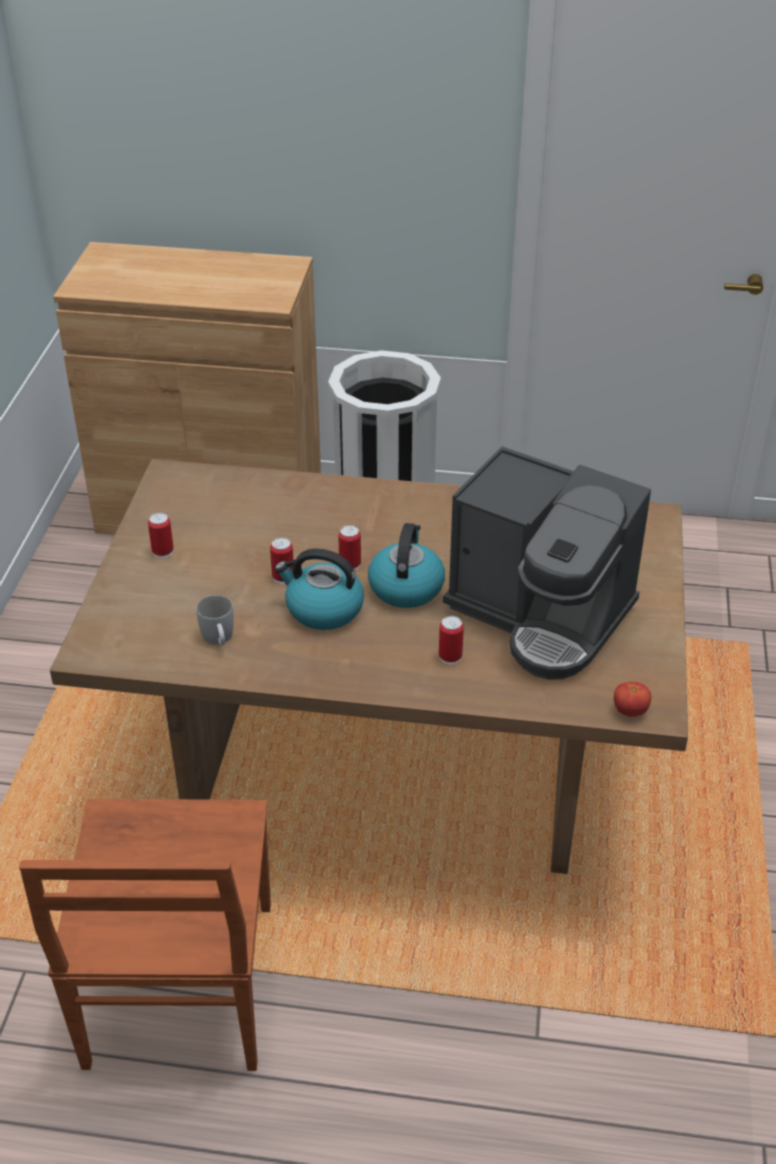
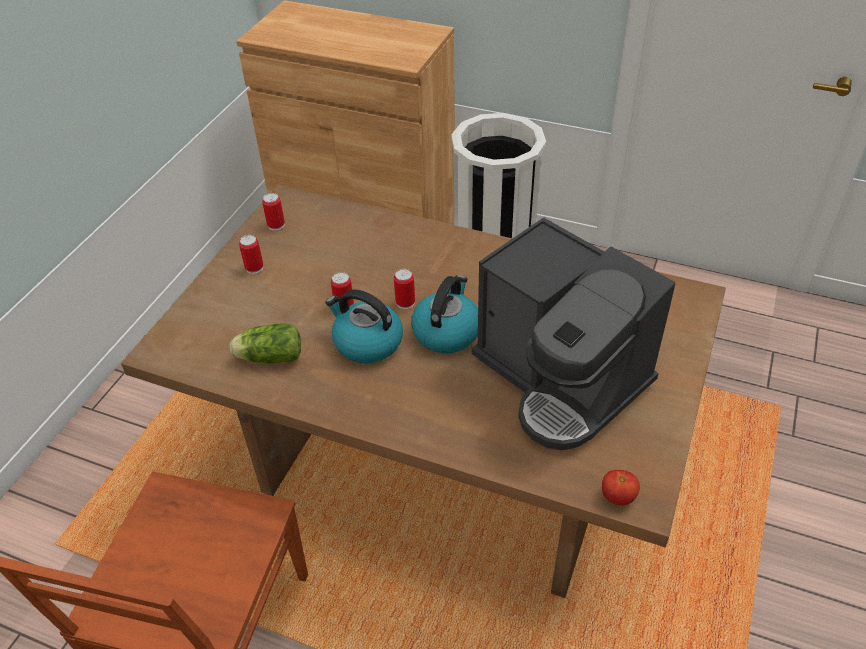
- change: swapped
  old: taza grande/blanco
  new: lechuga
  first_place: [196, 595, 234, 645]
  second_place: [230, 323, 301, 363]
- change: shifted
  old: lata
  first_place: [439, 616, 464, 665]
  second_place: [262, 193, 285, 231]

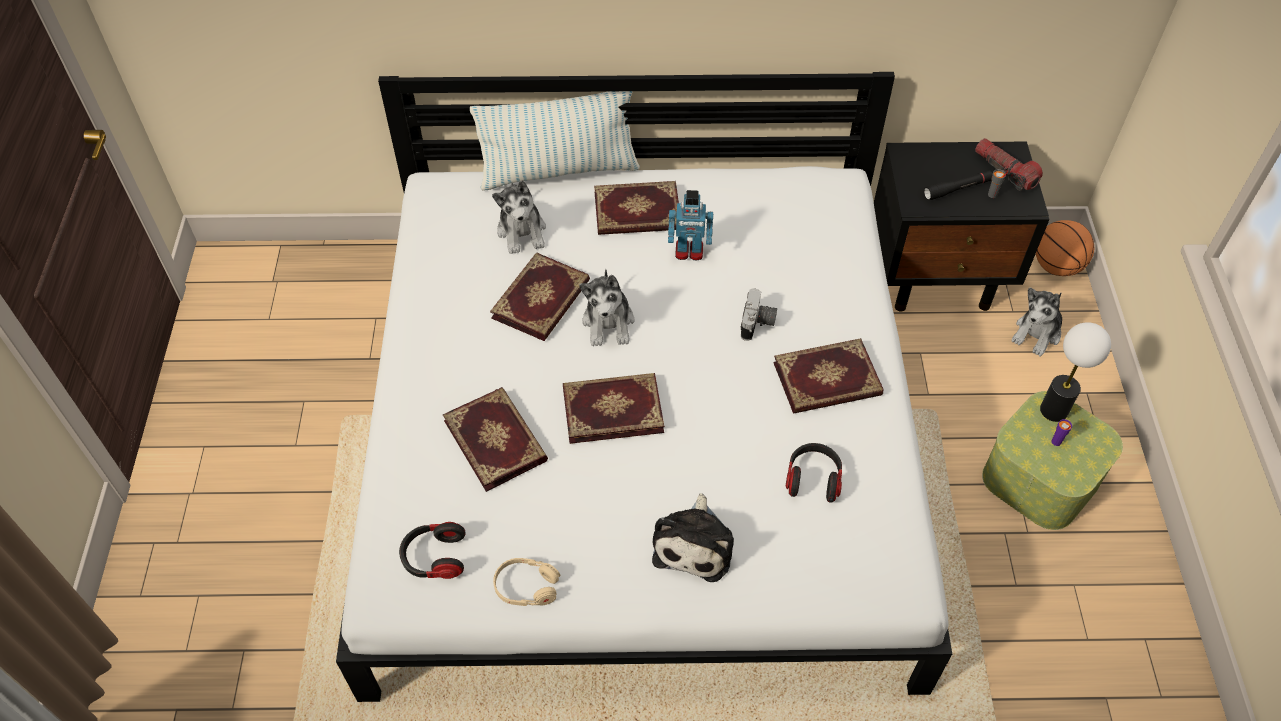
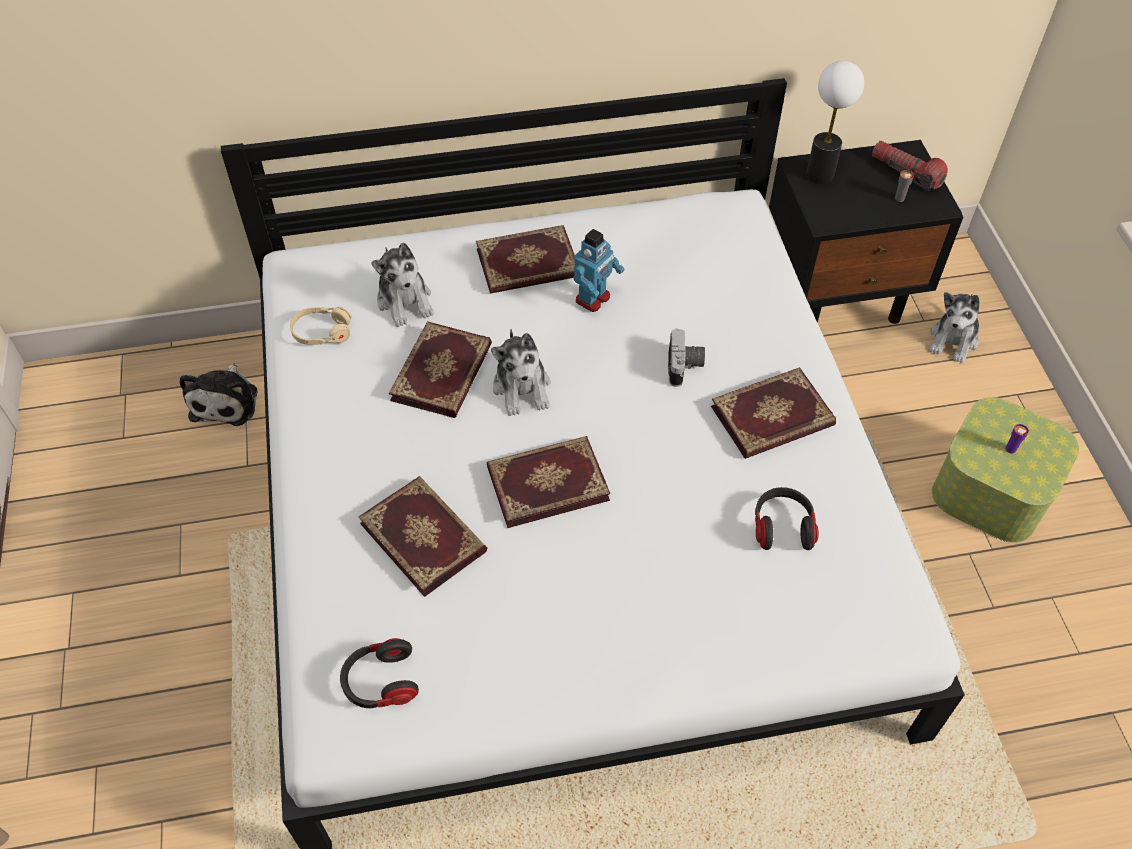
- change: gone
  old: cojín
  first_place: [470, 91, 640, 190]
- change: gone
  old: linterna/negro
  first_place: [924, 170, 993, 200]
- change: rotated
  old: robot de juguete
  first_place: [668, 190, 713, 261]
  second_place: [574, 229, 624, 312]
  degrees: -45
- change: gone
  old: balón de baloncesto
  first_place: [1036, 220, 1094, 276]
- change: shifted
  old: lámpara de mesa
  first_place: [1040, 322, 1111, 422]
  second_place: [806, 61, 864, 184]
- change: shifted
  old: peluche
  first_place: [652, 493, 734, 582]
  second_place: [180, 363, 257, 426]
- change: shifted
  old: auriculares/beis
  first_place: [493, 558, 560, 606]
  second_place: [290, 307, 352, 345]

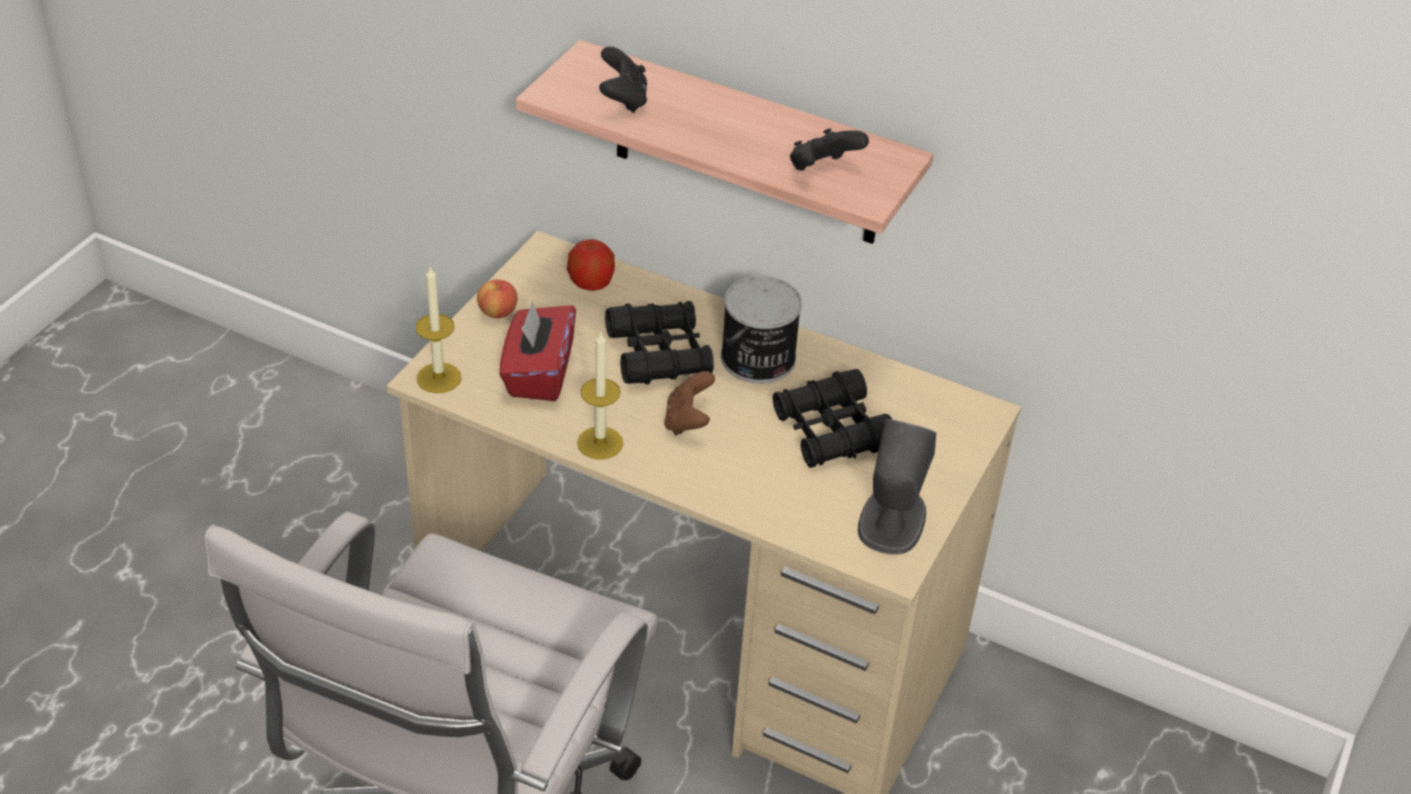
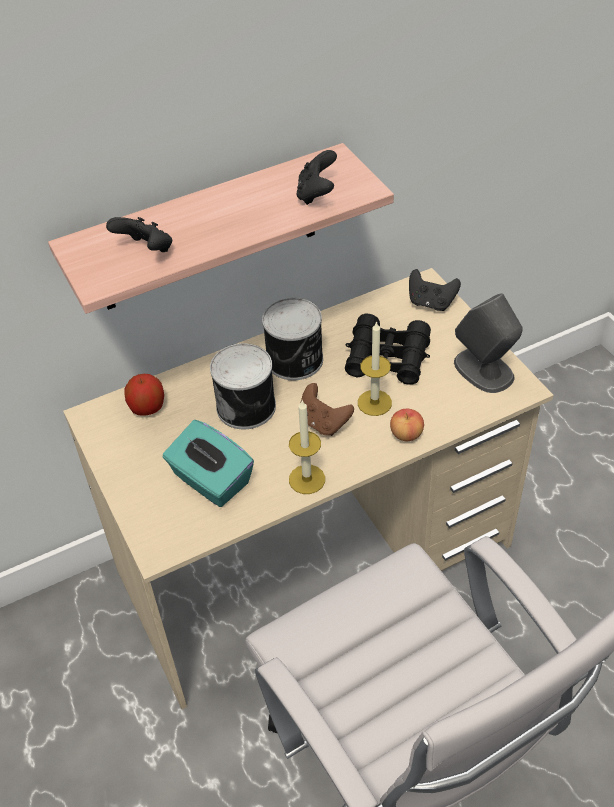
- change: shifted
  old: vela
  first_place: [416, 266, 461, 393]
  second_place: [358, 321, 392, 416]
- change: shifted
  old: manzana
  first_place: [477, 280, 518, 318]
  second_place: [390, 409, 424, 441]
- change: repainted
  old: caja de pañuelos/rojo
  new: caja de pañuelos/turquesa
  first_place: [499, 301, 576, 401]
  second_place: [163, 420, 254, 507]
- change: swapped
  old: prismáticos/negro
  new: lata
  first_place: [605, 301, 714, 385]
  second_place: [210, 343, 276, 429]
- change: new
  new: mando de consola/negro
  second_place: [409, 269, 461, 311]

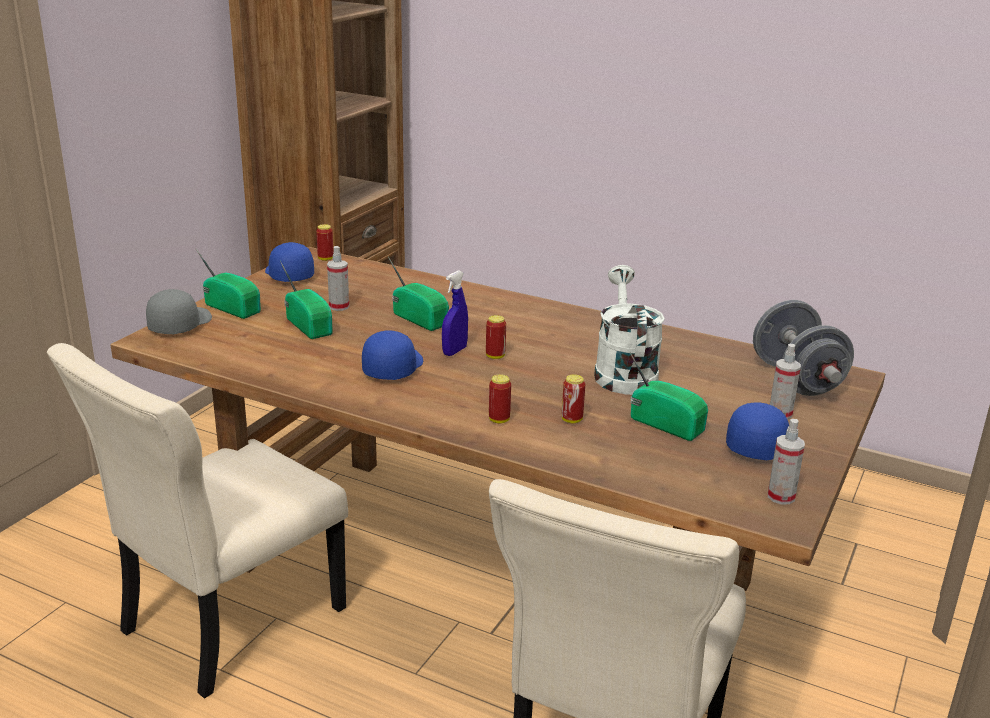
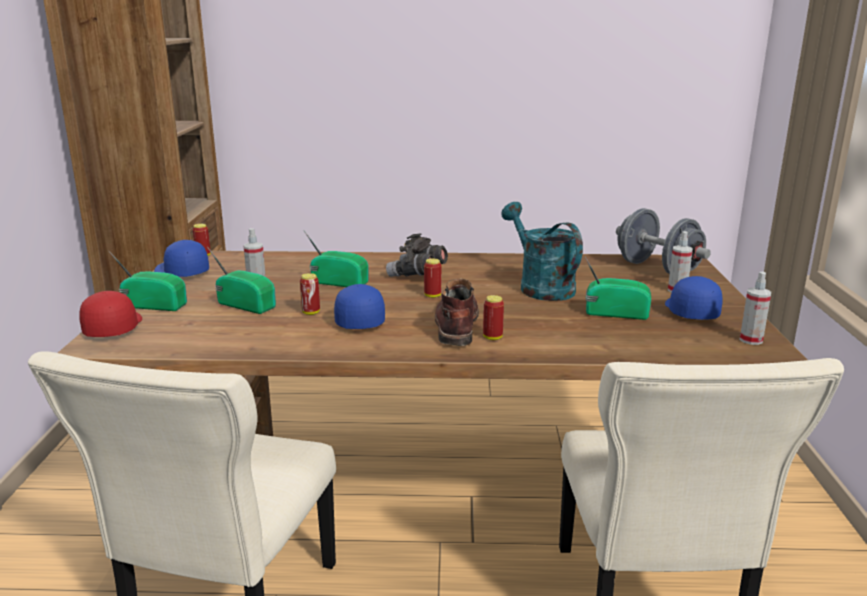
- change: repainted
  old: regadera/blanco
  new: regadera/turquesa
  first_place: [594, 265, 665, 395]
  second_place: [501, 202, 583, 301]
- change: gone
  old: pulverizador/azul
  first_place: [442, 270, 468, 356]
- change: repainted
  old: gorra/gris
  new: gorra/rojo
  first_place: [146, 289, 212, 334]
  second_place: [79, 291, 142, 337]
- change: shifted
  old: lata
  first_place: [562, 375, 585, 423]
  second_place: [300, 273, 320, 315]
- change: new
  new: prismáticos/gris
  second_place: [386, 233, 448, 277]
- change: new
  new: bota/marrón
  second_place: [435, 279, 479, 346]

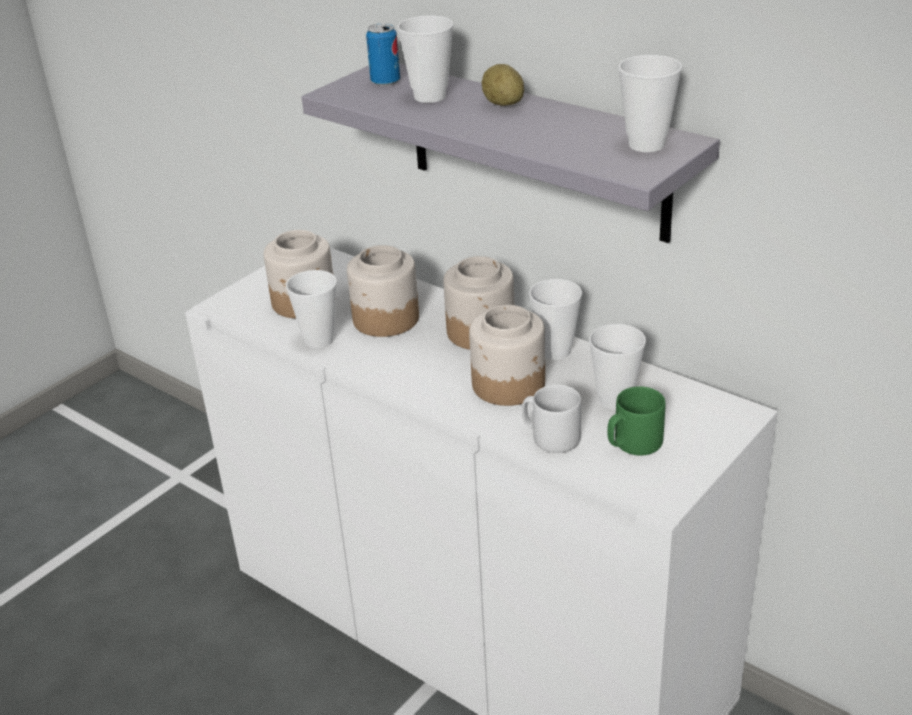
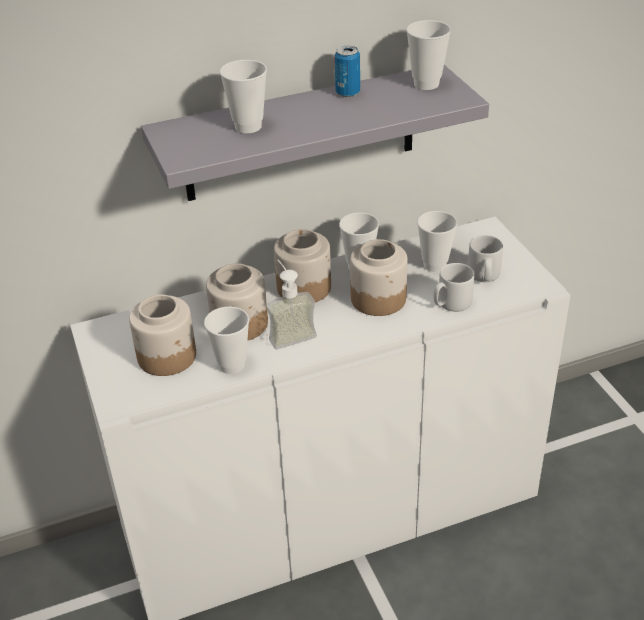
- change: shifted
  old: lata
  first_place: [366, 23, 400, 86]
  second_place: [335, 46, 360, 97]
- change: gone
  old: patata
  first_place: [482, 64, 524, 106]
- change: repainted
  old: taza grande/verde
  new: taza grande/gris
  first_place: [607, 386, 666, 455]
  second_place: [468, 235, 503, 282]
- change: new
  new: dispensador de jabón
  second_place: [266, 260, 317, 349]

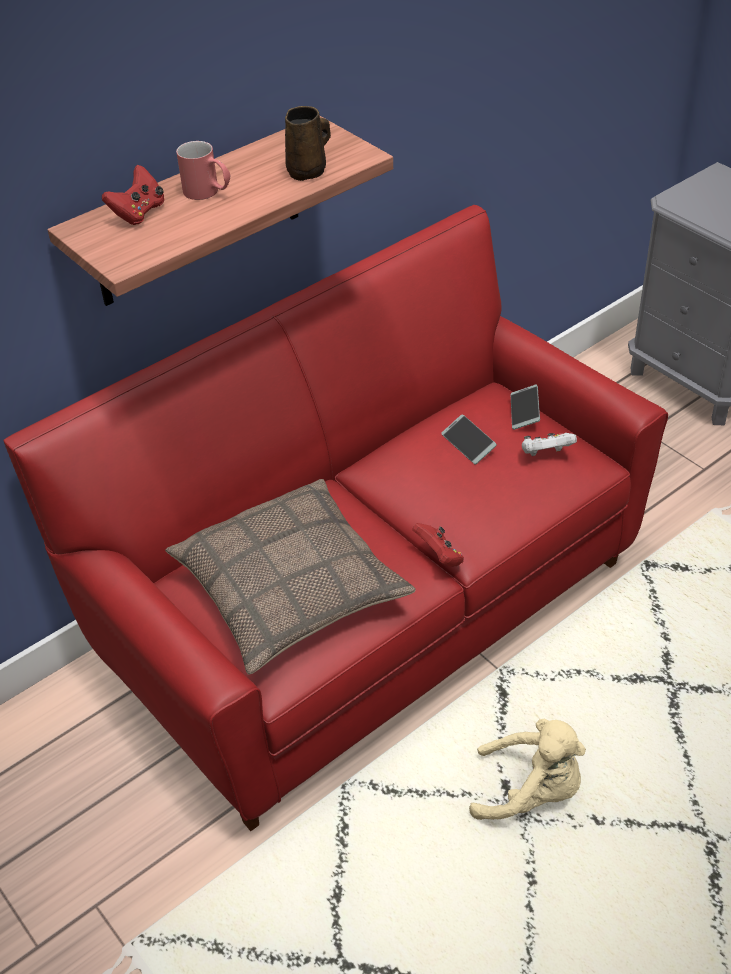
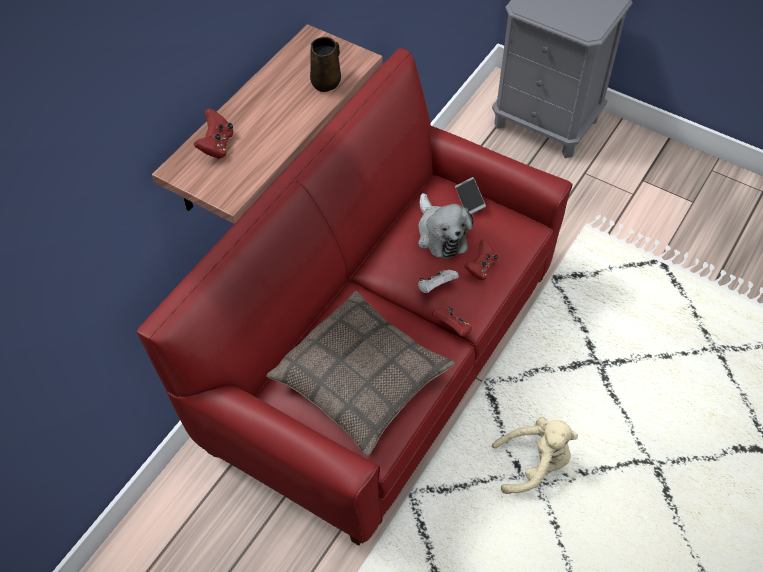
- change: gone
  old: taza grande/rojo
  first_place: [176, 141, 230, 200]
- change: swapped
  old: móvil
  new: peluche
  first_place: [441, 415, 497, 465]
  second_place: [418, 193, 474, 259]
- change: shifted
  old: mando de consola/blanco
  first_place: [522, 433, 577, 456]
  second_place: [418, 270, 459, 293]
- change: new
  new: mando de consola/rojo
  second_place: [465, 240, 498, 281]

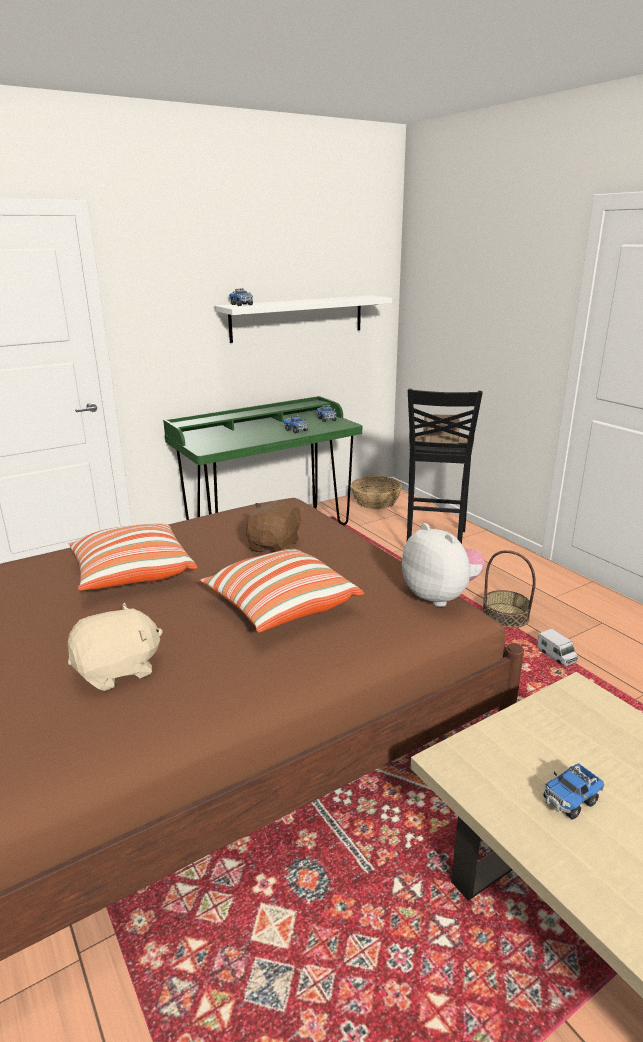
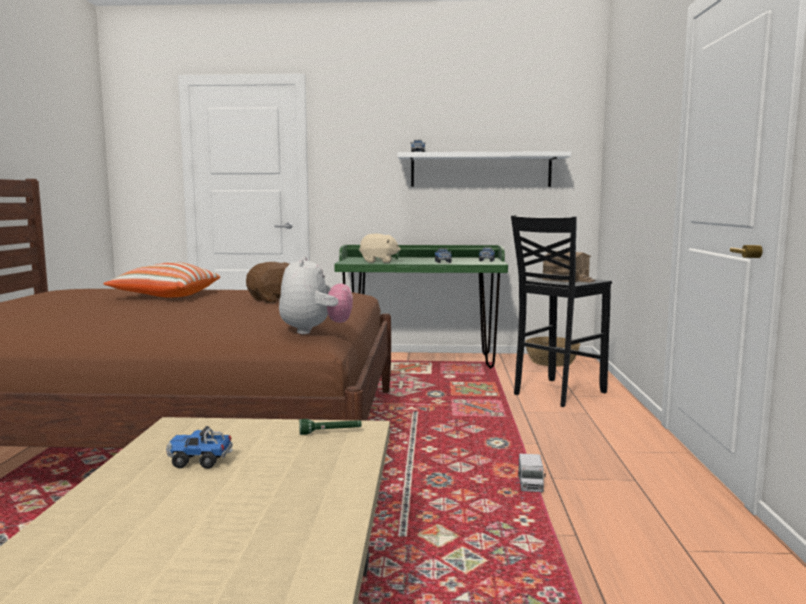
- change: gone
  old: cojín
  first_place: [200, 549, 364, 632]
- change: gone
  old: cesta
  first_place: [482, 550, 536, 628]
- change: shifted
  old: peluche/beis
  first_place: [67, 603, 163, 691]
  second_place: [359, 234, 401, 263]
- change: new
  new: linterna/verde
  second_place: [299, 419, 362, 435]

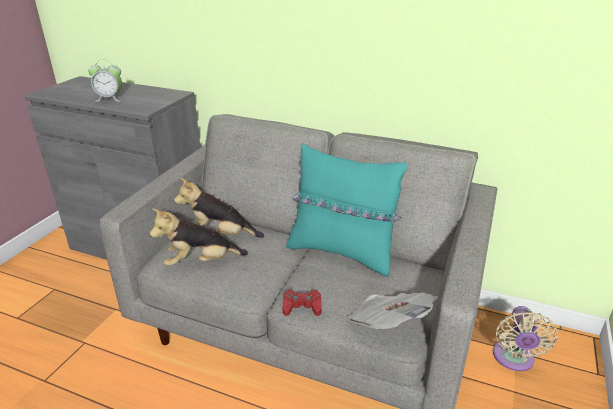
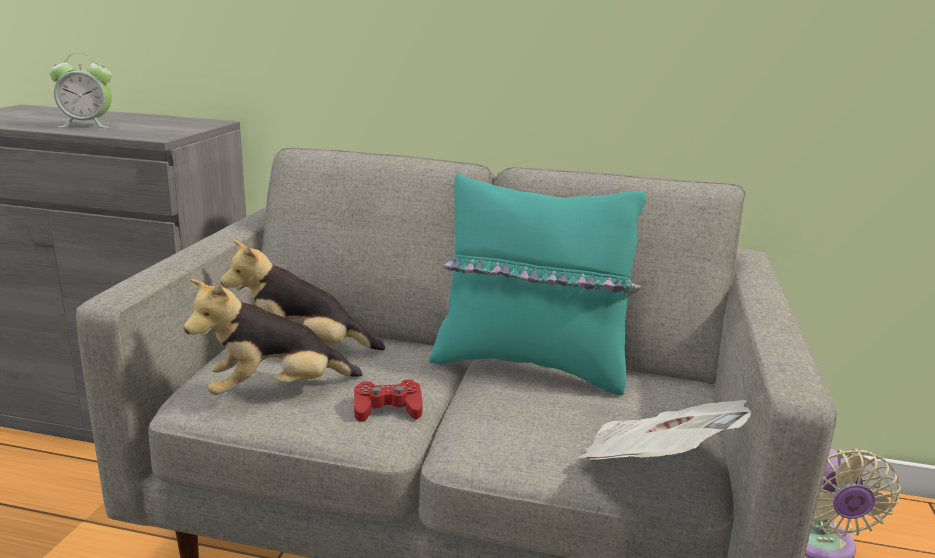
- change: shifted
  old: mando de consola/rojo
  first_place: [283, 290, 322, 316]
  second_place: [354, 380, 423, 422]

